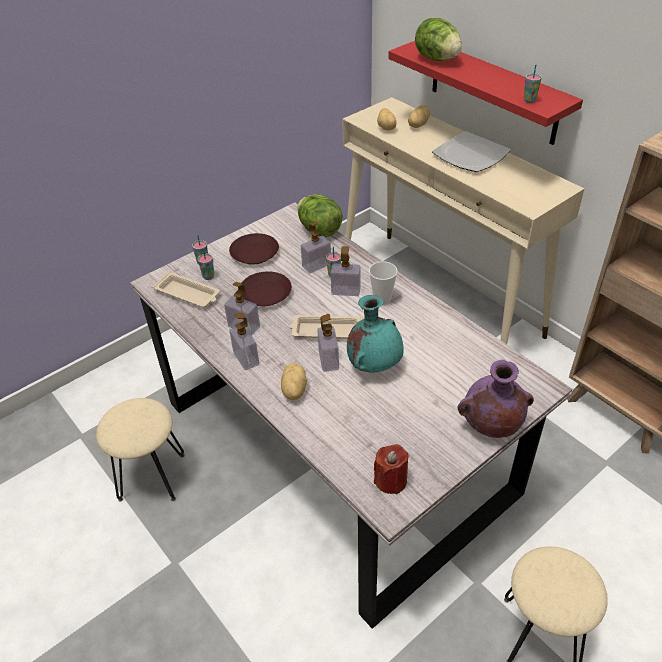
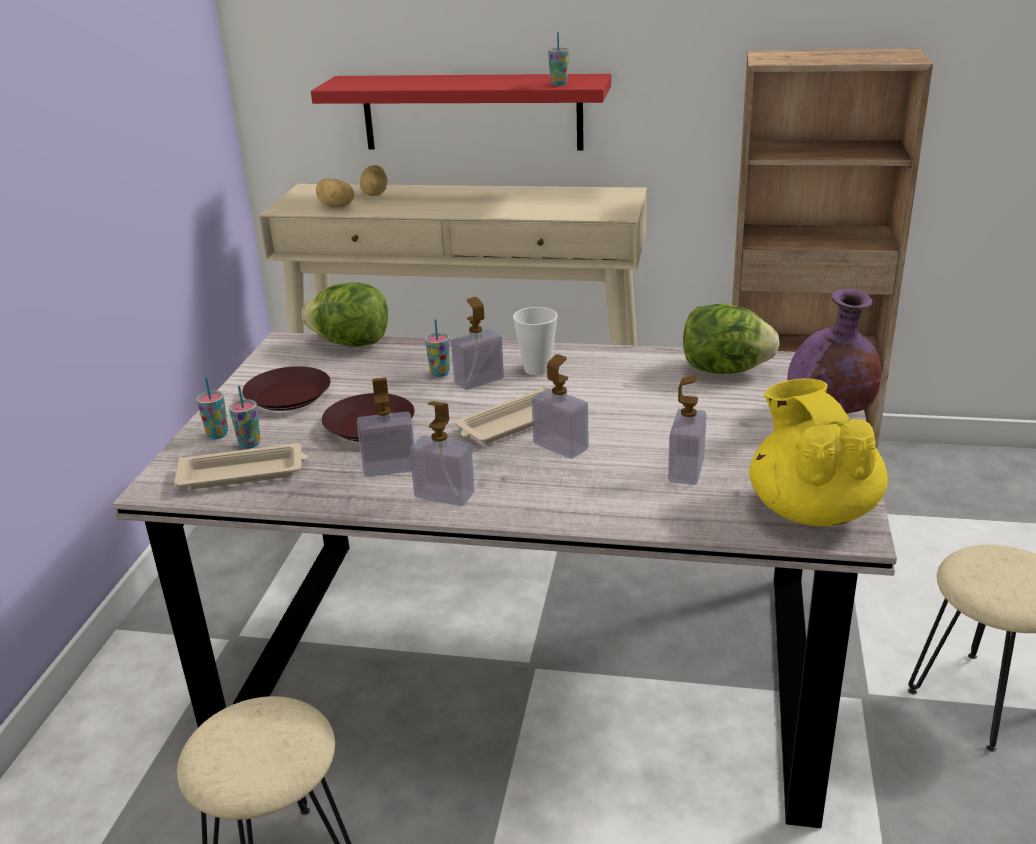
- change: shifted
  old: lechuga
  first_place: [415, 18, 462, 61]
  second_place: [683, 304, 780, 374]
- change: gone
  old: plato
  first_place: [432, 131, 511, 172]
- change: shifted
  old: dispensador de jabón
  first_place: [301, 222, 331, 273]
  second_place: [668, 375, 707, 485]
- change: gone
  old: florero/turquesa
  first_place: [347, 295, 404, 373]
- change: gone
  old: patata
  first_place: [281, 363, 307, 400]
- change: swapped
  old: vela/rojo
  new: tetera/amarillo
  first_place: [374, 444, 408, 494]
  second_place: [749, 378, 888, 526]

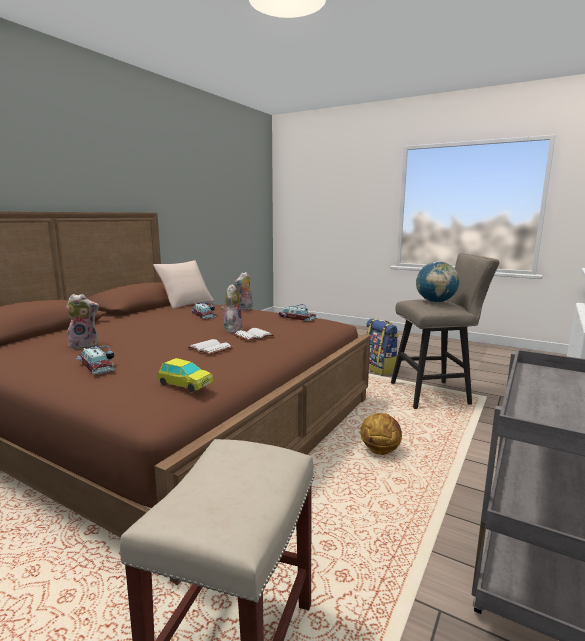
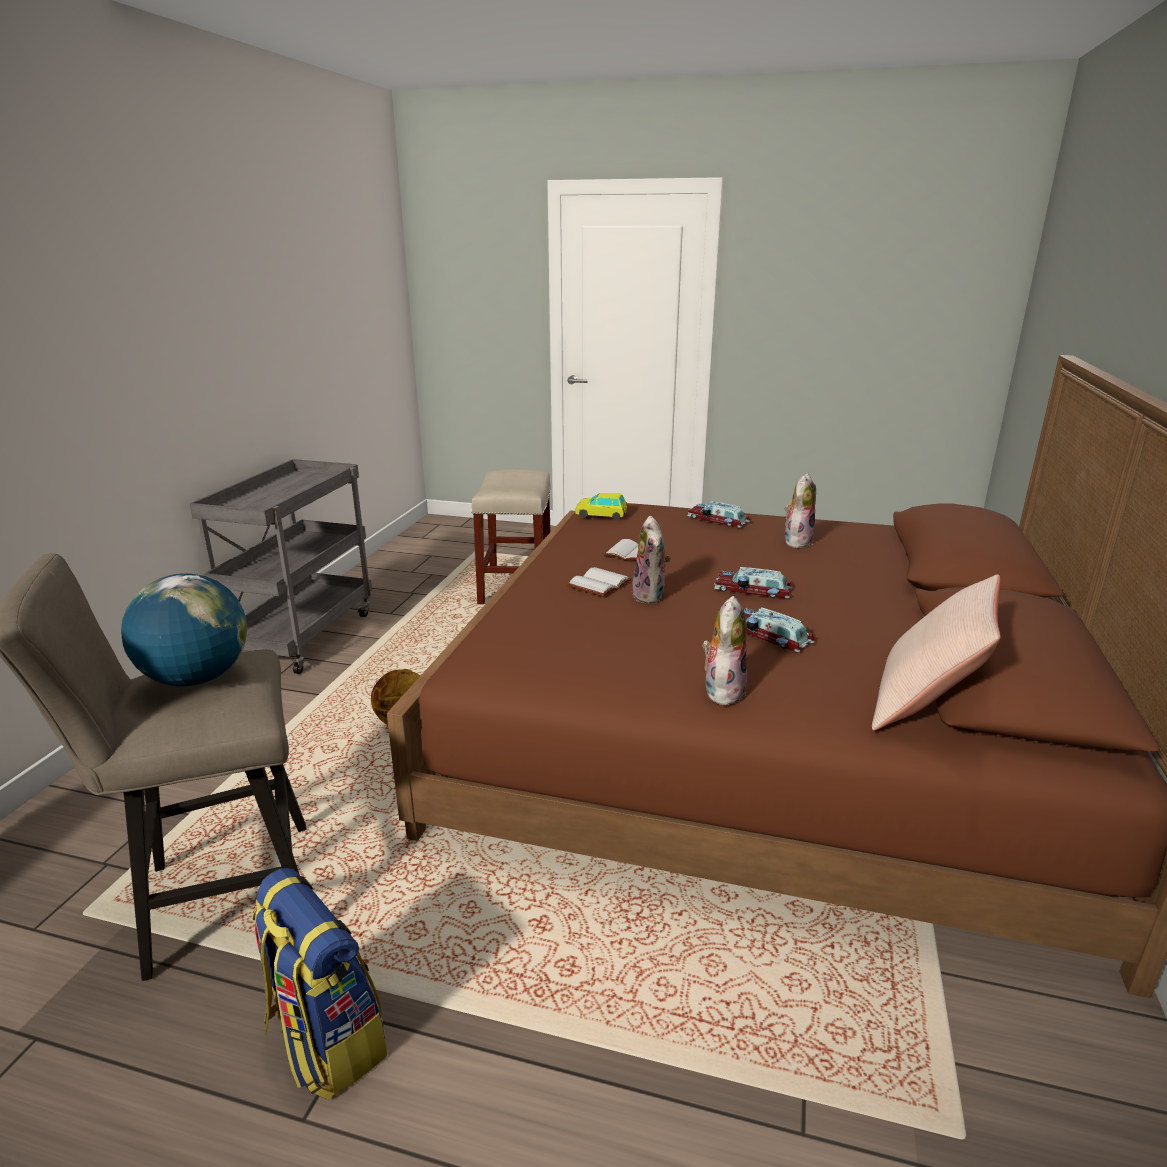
- change: rotated
  old: peluche
  first_place: [66, 294, 99, 349]
  second_place: [785, 473, 816, 548]
  degrees: 150
- change: shifted
  old: coche de juguete
  first_place: [278, 304, 316, 321]
  second_place: [714, 567, 792, 598]

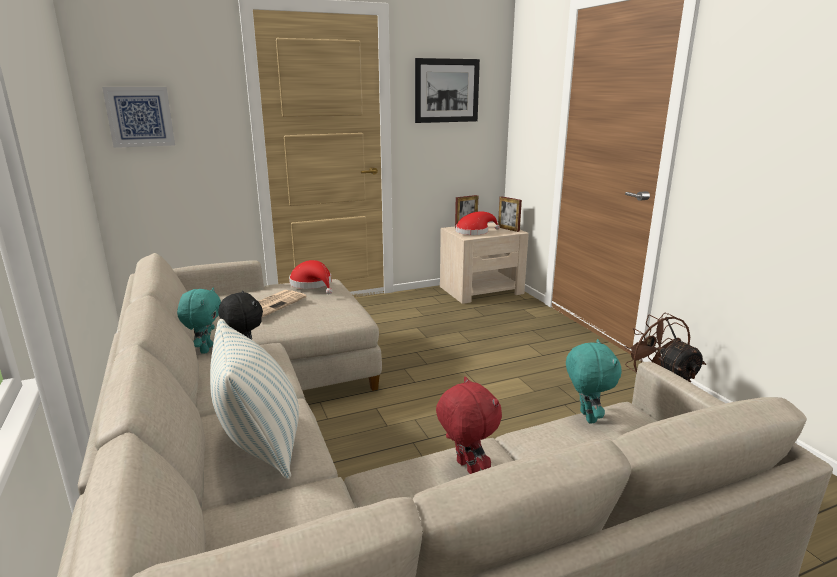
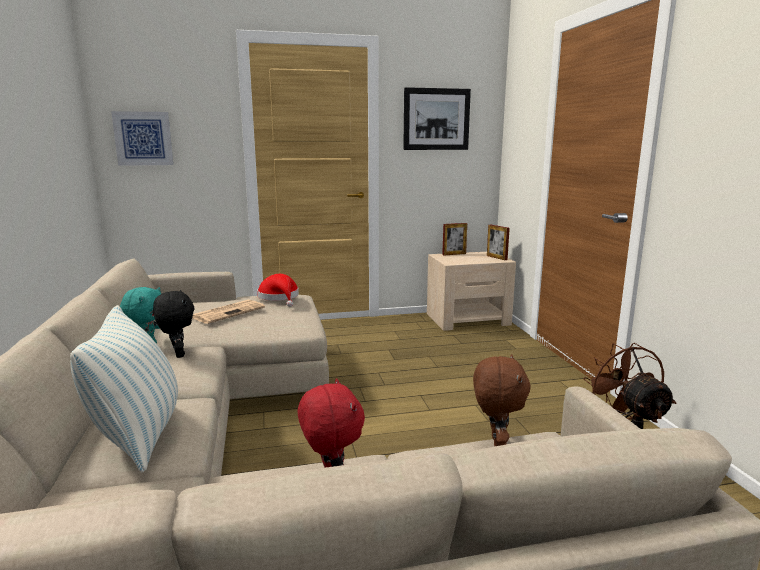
- change: gone
  old: sombrero/rojo
  first_place: [456, 211, 500, 235]
- change: repainted
  old: peluche/turquesa
  new: peluche/marrón
  first_place: [566, 339, 622, 424]
  second_place: [473, 354, 531, 447]

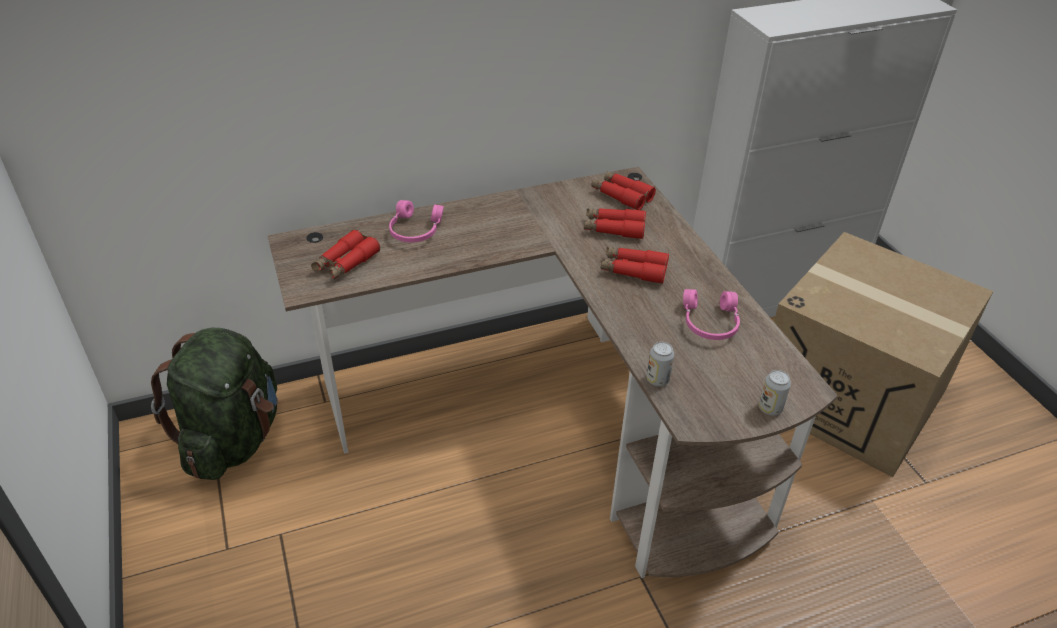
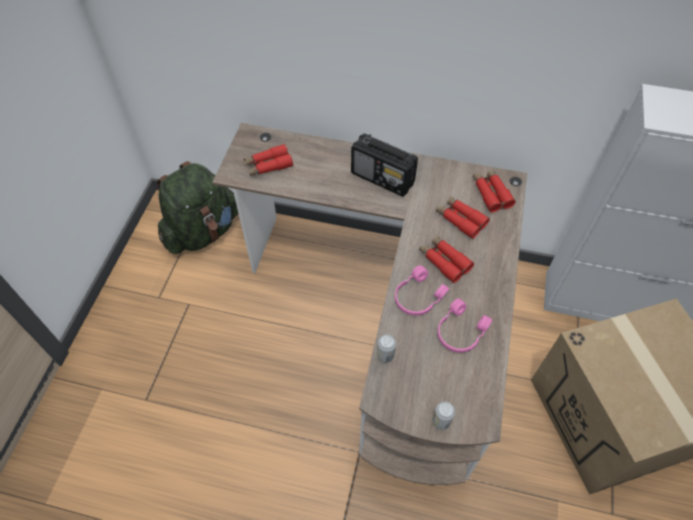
- change: shifted
  old: auriculares/rosa
  first_place: [389, 200, 444, 243]
  second_place: [395, 265, 450, 316]
- change: new
  new: radio
  second_place: [351, 134, 418, 197]

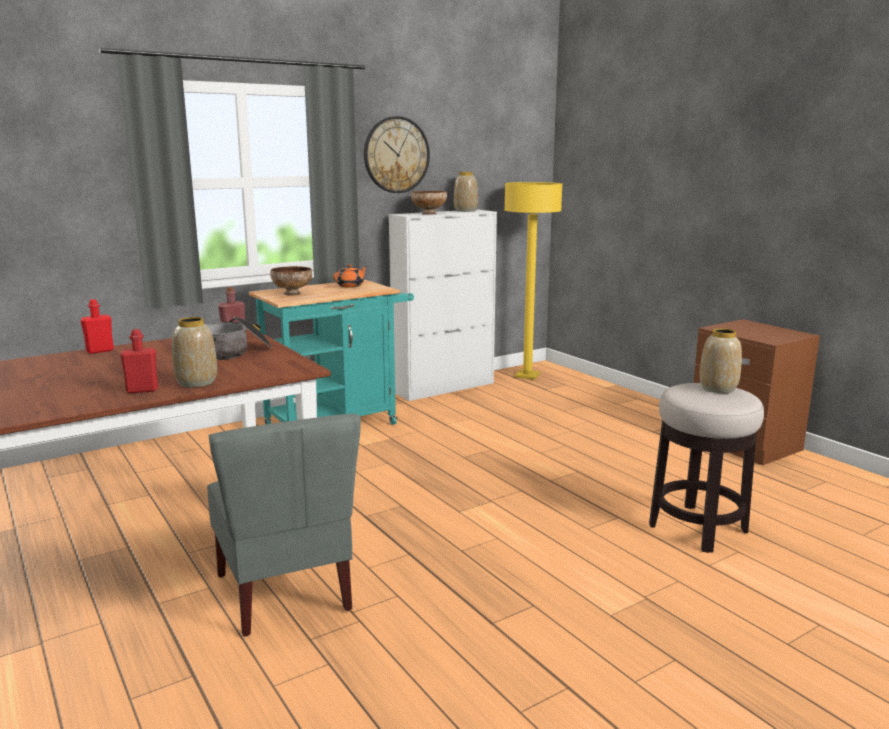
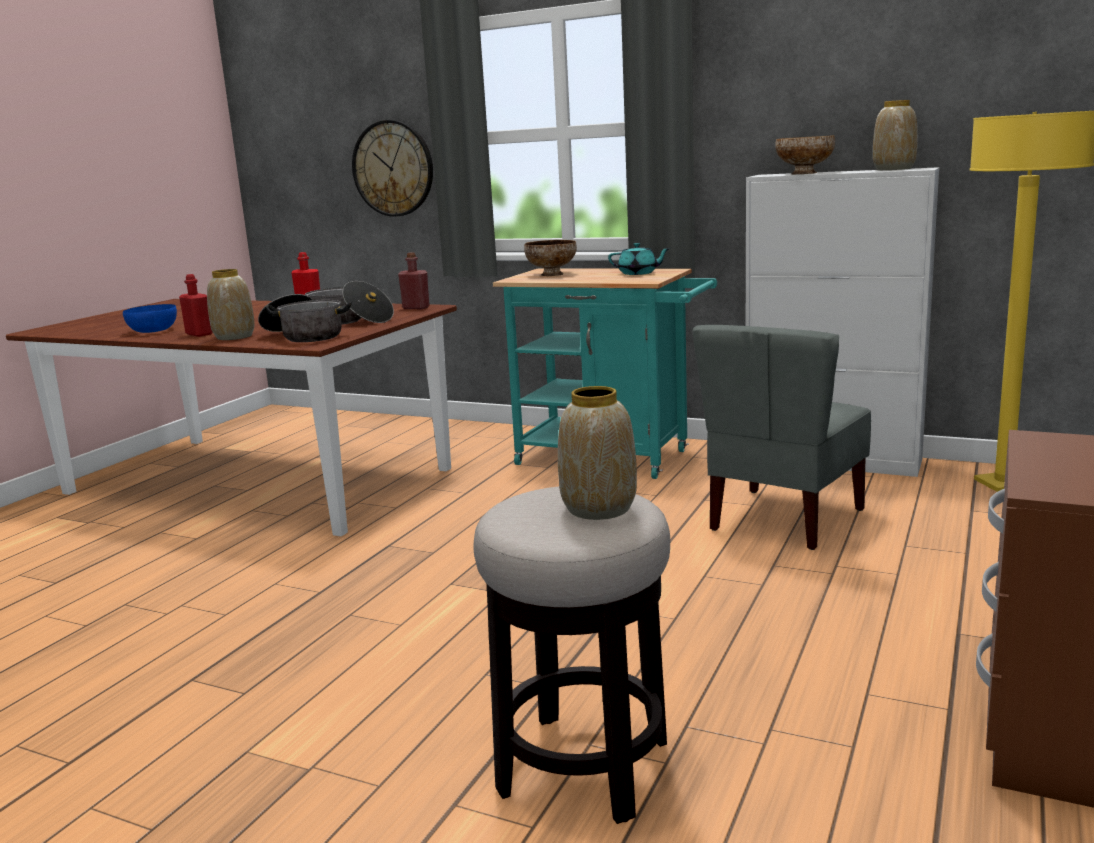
- change: shifted
  old: reloj de pared
  first_place: [364, 116, 430, 193]
  second_place: [352, 120, 433, 217]
- change: repainted
  old: tetera/naranja
  new: tetera/turquesa
  first_place: [333, 264, 367, 287]
  second_place: [608, 243, 670, 275]
- change: shifted
  old: silla/gris
  first_place: [207, 414, 361, 636]
  second_place: [693, 325, 871, 550]
- change: new
  new: olla
  second_place: [258, 294, 352, 342]
- change: new
  new: cuenco/azul
  second_place: [123, 304, 177, 333]

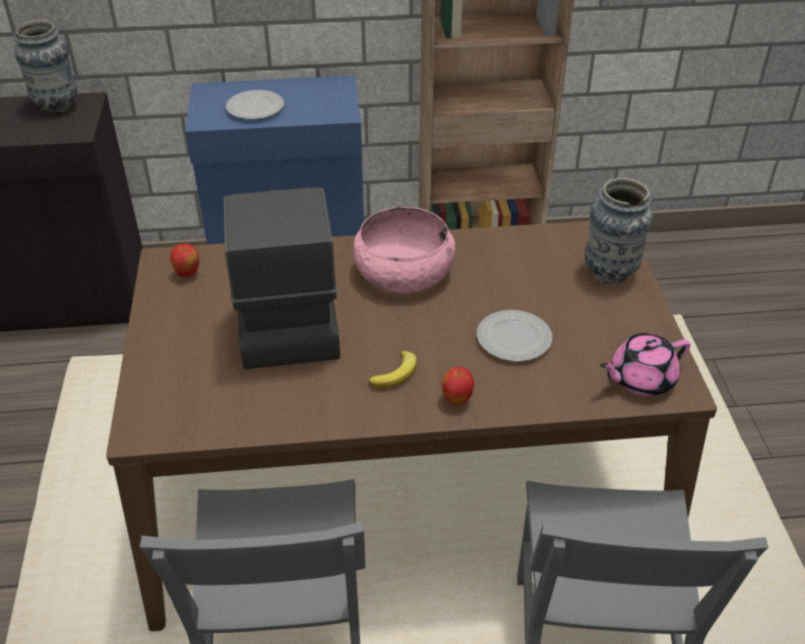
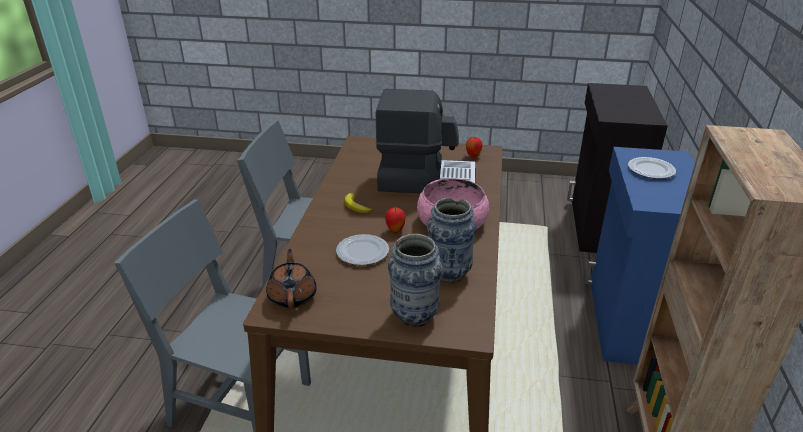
- change: shifted
  old: florero
  first_place: [14, 20, 77, 114]
  second_place: [427, 197, 477, 283]
- change: repainted
  old: tetera/rosa
  new: tetera/marrón
  first_place: [600, 333, 691, 396]
  second_place: [266, 249, 317, 309]
- change: shifted
  old: manzana
  first_place: [442, 367, 475, 405]
  second_place: [385, 207, 406, 233]

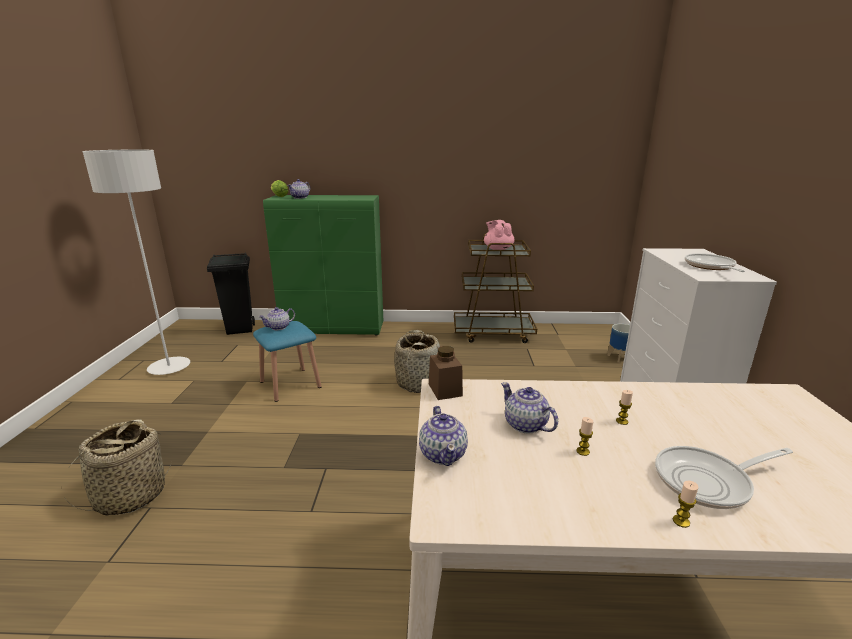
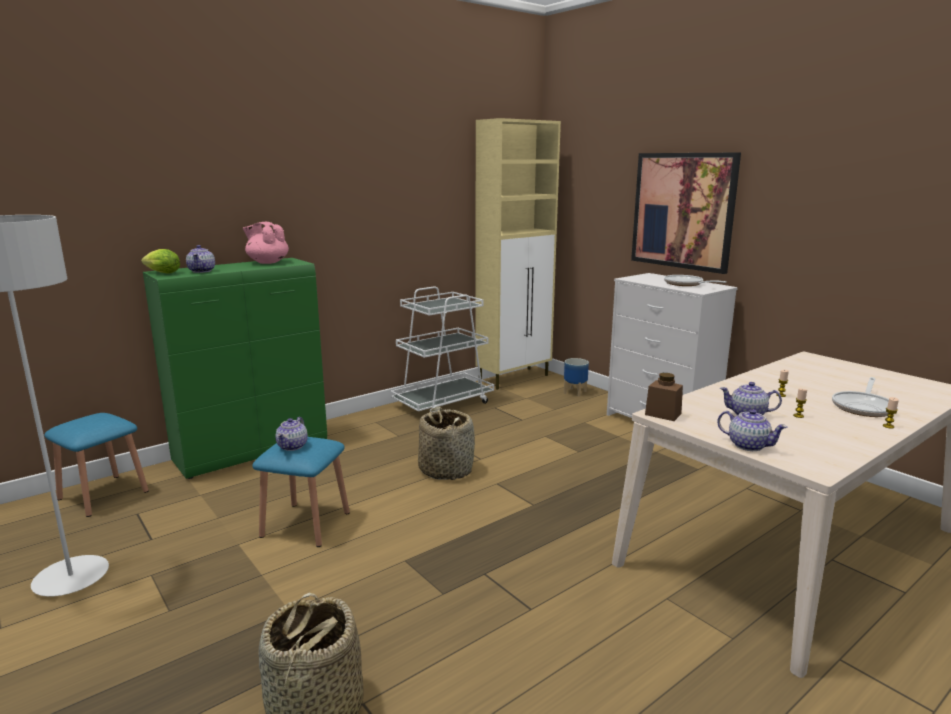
- change: shifted
  old: tetera/rosa
  first_place: [484, 220, 515, 250]
  second_place: [243, 222, 289, 264]
- change: repainted
  old: carrito/marrón
  new: carrito/blanco
  first_place: [454, 234, 537, 343]
  second_place: [391, 286, 494, 412]
- change: swapped
  old: papelera/negro
  new: taburete/azul
  first_place: [207, 253, 255, 335]
  second_place: [44, 413, 149, 517]
- change: new
  new: armario/beis
  second_place: [476, 118, 561, 390]
- change: new
  new: cuadro
  second_place: [631, 153, 741, 274]

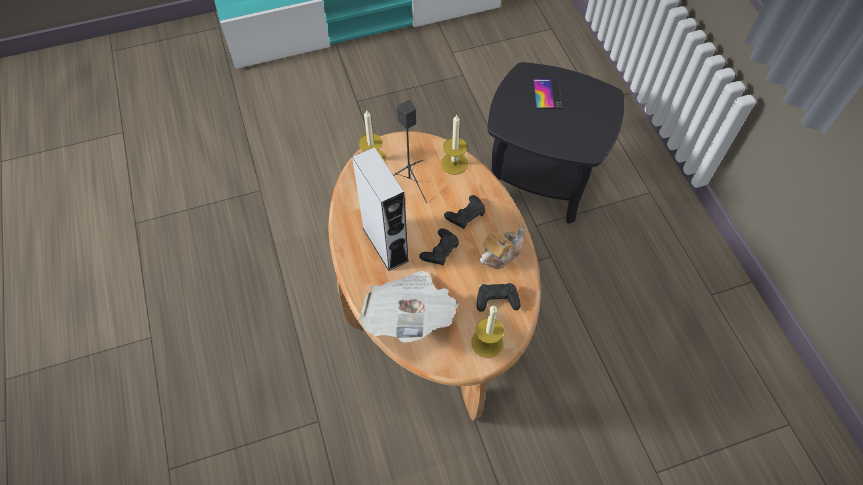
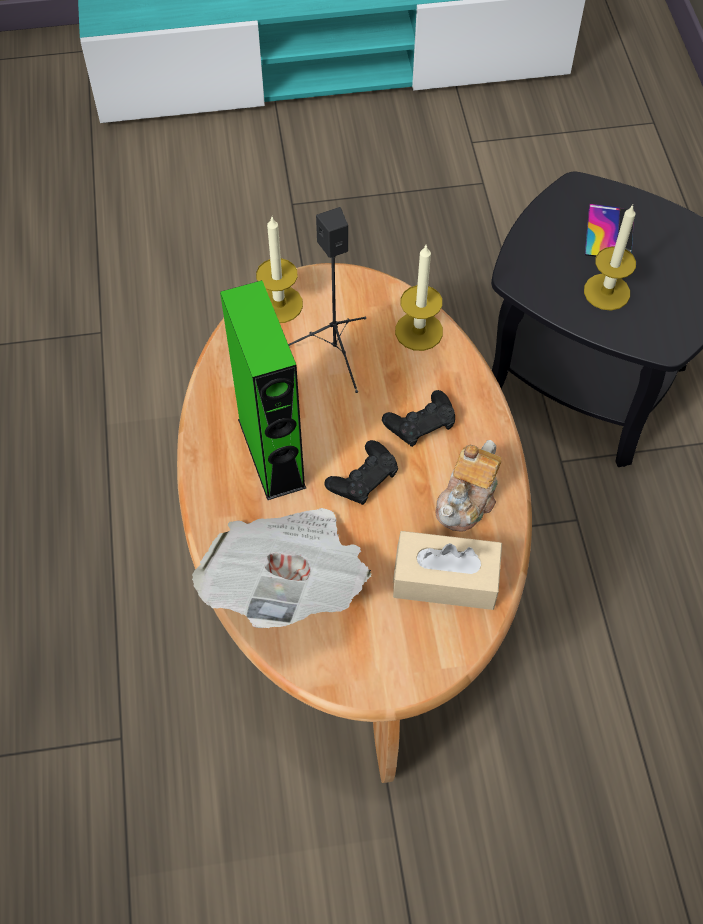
- change: repainted
  old: altavoz/gris
  new: altavoz/verde
  first_place: [352, 147, 409, 271]
  second_place: [220, 280, 307, 500]
- change: rotated
  old: tetera
  first_place: [480, 226, 526, 269]
  second_place: [436, 440, 501, 532]
  degrees: 150
- change: swapped
  old: mando de consola/negro
  new: caja de pañuelos/beis
  first_place: [477, 283, 520, 312]
  second_place: [393, 531, 502, 610]
- change: shifted
  old: vela
  first_place: [471, 306, 504, 358]
  second_place: [584, 205, 636, 310]

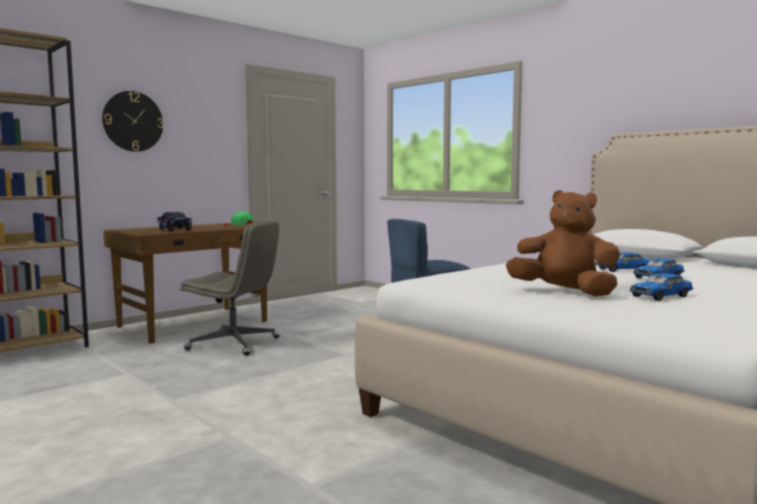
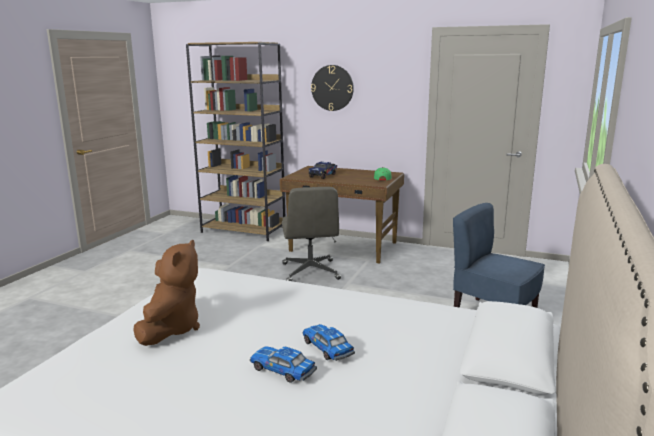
- change: gone
  old: coche de juguete
  first_place: [630, 273, 693, 301]

